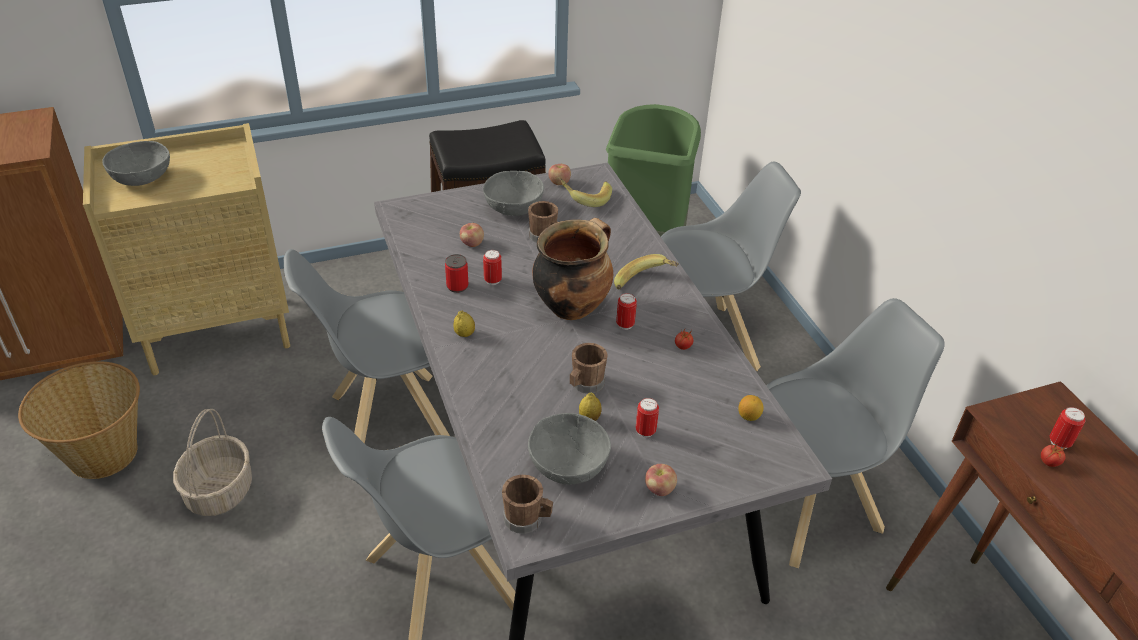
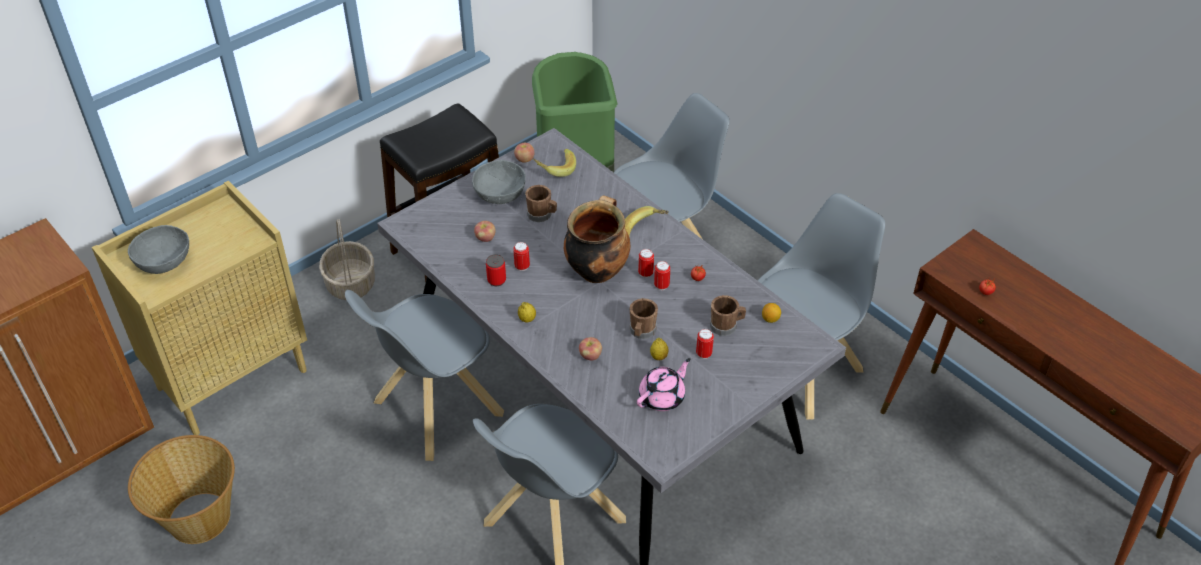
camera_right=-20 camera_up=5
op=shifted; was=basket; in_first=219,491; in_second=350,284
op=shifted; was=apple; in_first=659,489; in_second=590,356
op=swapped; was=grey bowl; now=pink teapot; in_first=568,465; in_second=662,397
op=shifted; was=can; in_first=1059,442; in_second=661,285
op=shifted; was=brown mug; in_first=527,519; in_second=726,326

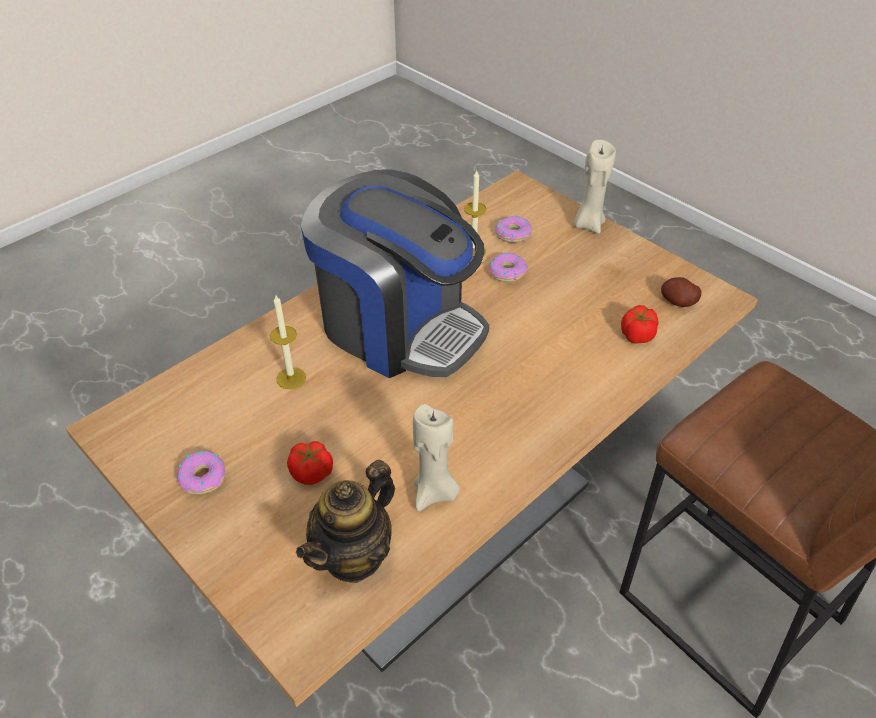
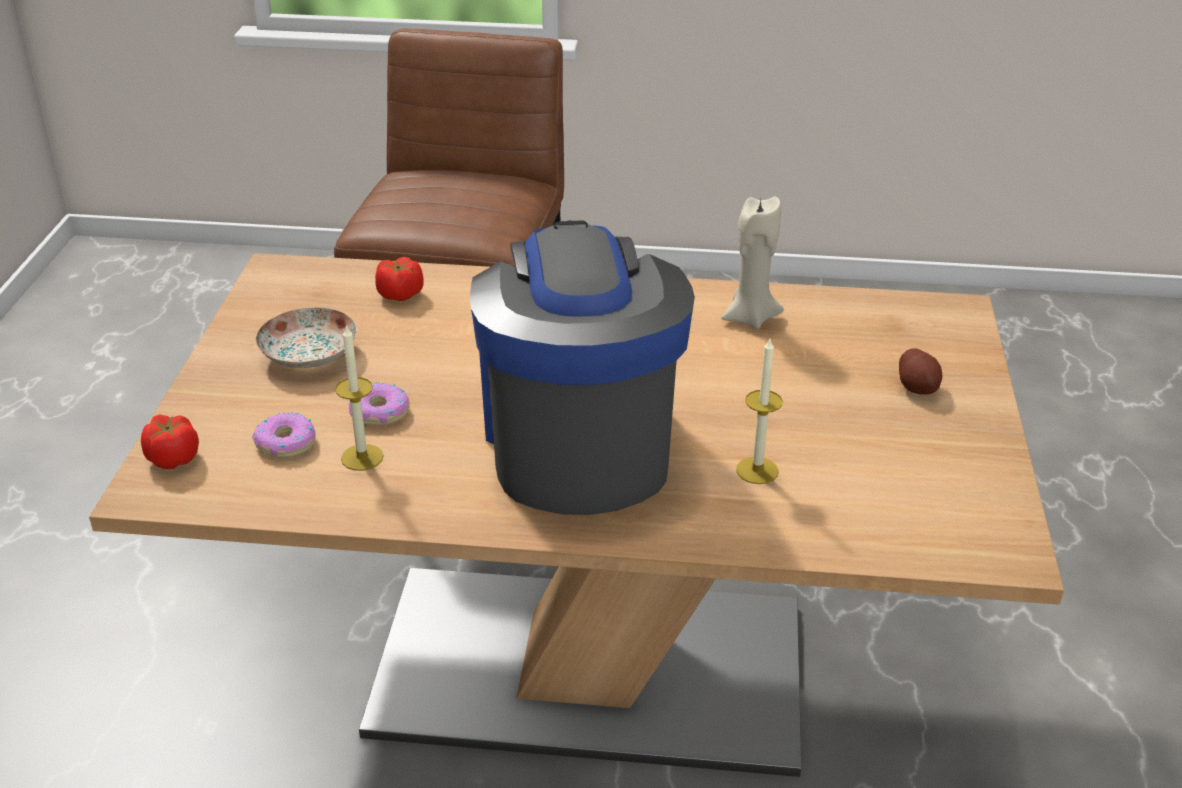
camera_right=-130 camera_up=-10
op=shifted; was=tomato; in_first=312,473; in_second=173,458
op=new; now=plate; in_second=308,354
op=shifted; was=potato; in_first=678,302; in_second=917,387
op=gone; was=donut; in_first=203,477
op=gone; was=teapot; in_first=354,555
op=gone; was=beige candle; in_first=588,224

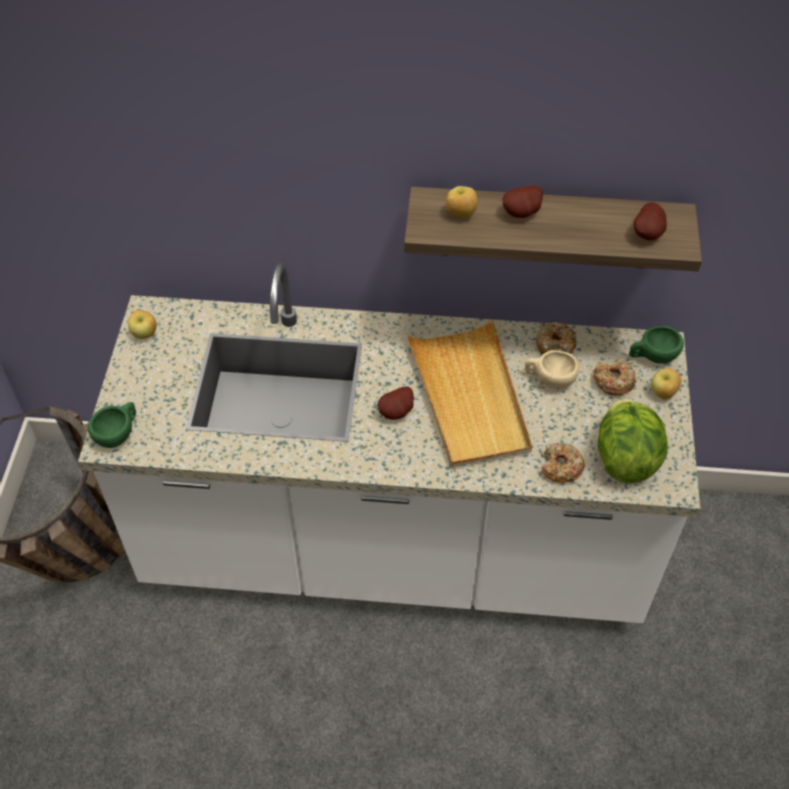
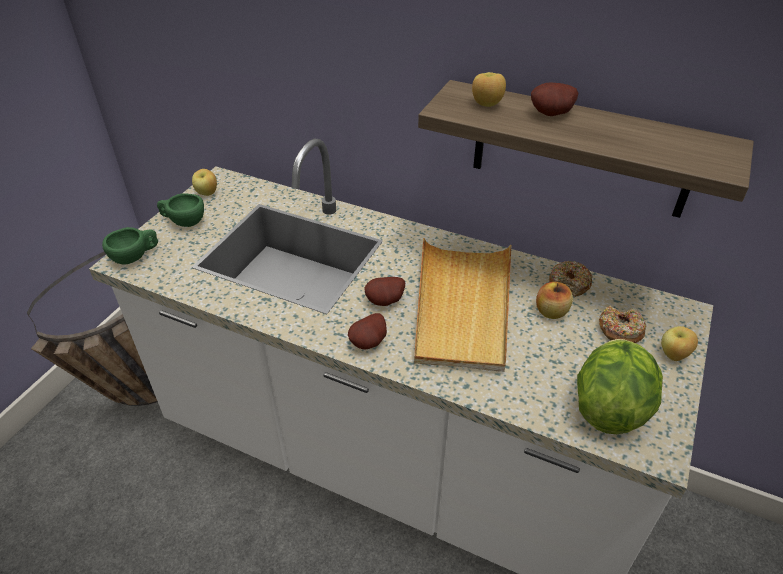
camera_right=20 camera_up=-10
op=shifted; was=green cup; in_first=652,356; in_second=183,221
op=shifted; was=potato; in_first=648,234; in_second=370,343
op=swapped; was=beige cup; now=apple; in_first=549,379; in_second=551,312
op=gone; was=donut; in_first=561,467

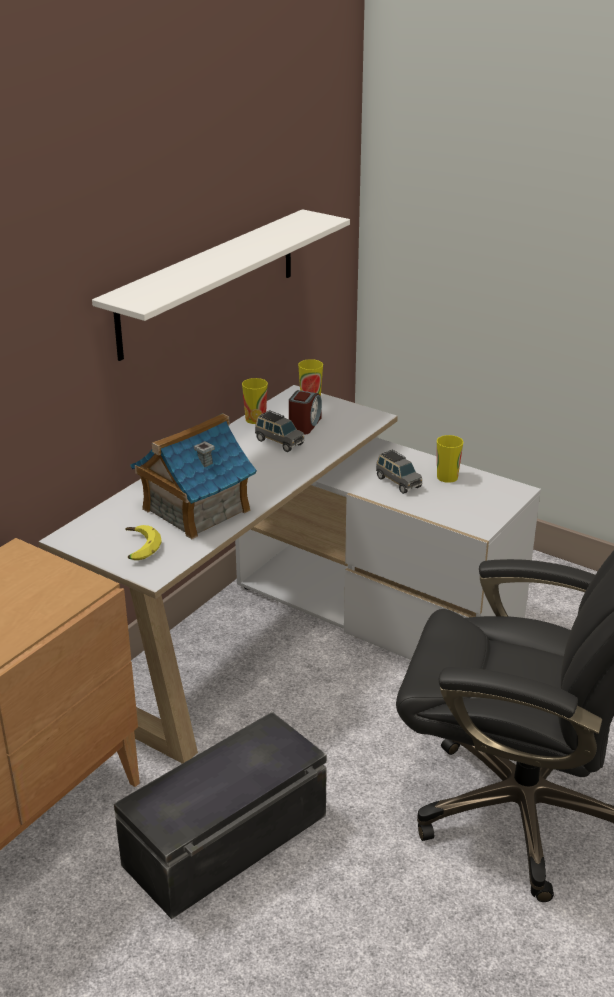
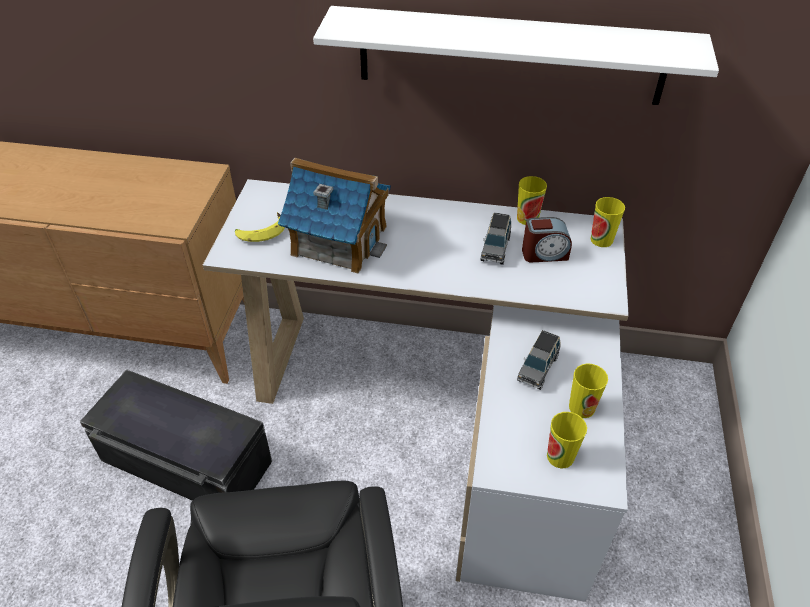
camera_right=65 camera_up=15
op=new; now=cup; in_second=560,456

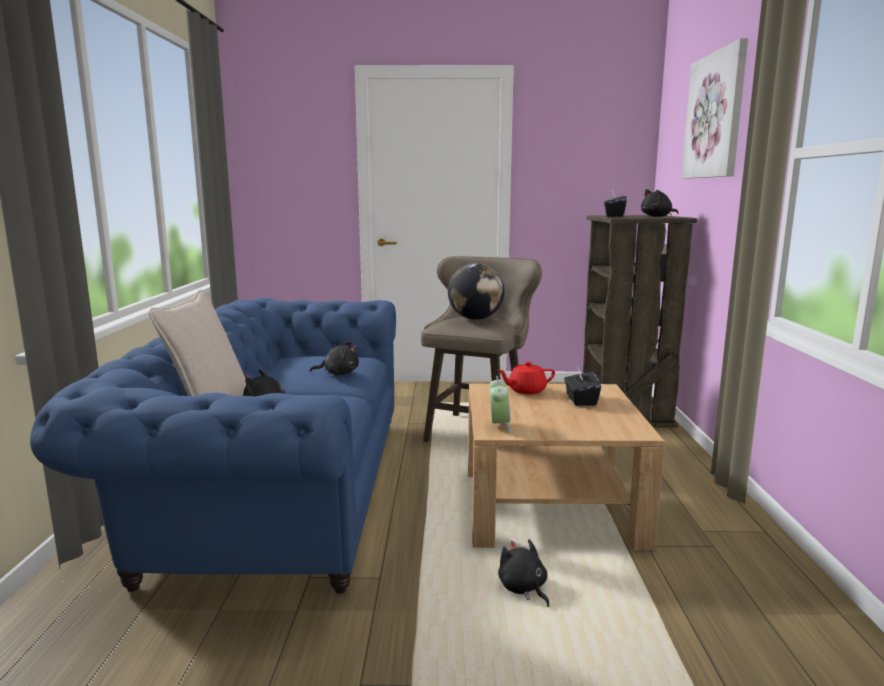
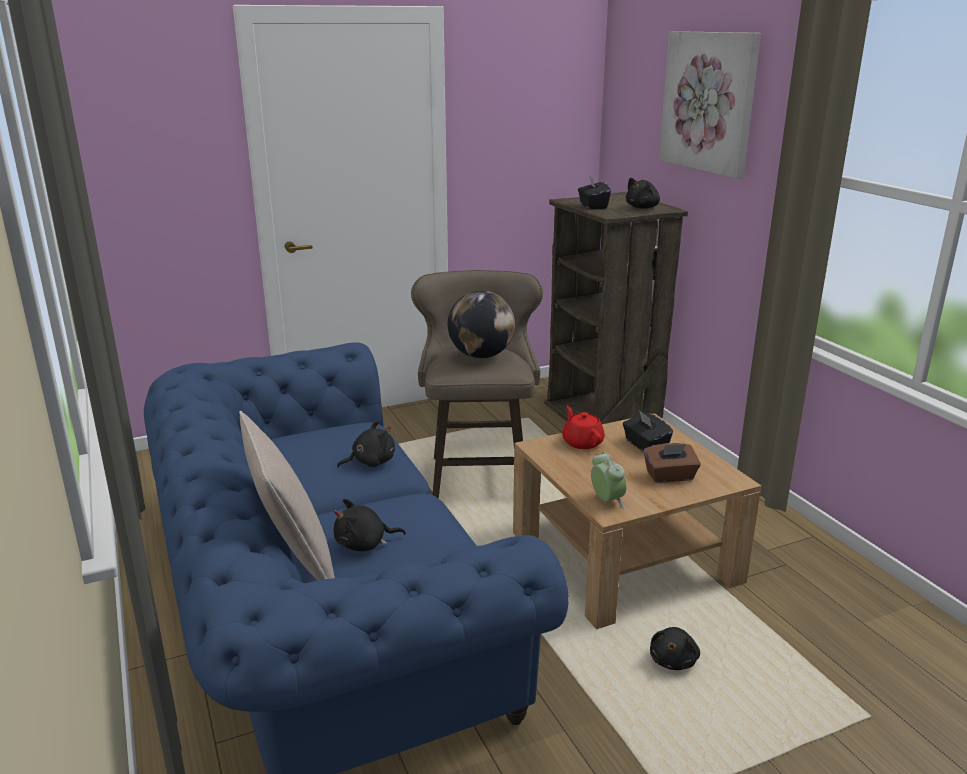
camera_right=-25 camera_up=10
op=rotated; was=red teapot; in_first=526,390; in_second=582,442; clockwise=105
op=new; now=brown tissue box; in_second=670,476
op=rotated; was=black plush toy; in_first=523,588; in_second=673,660; clockwise=-105

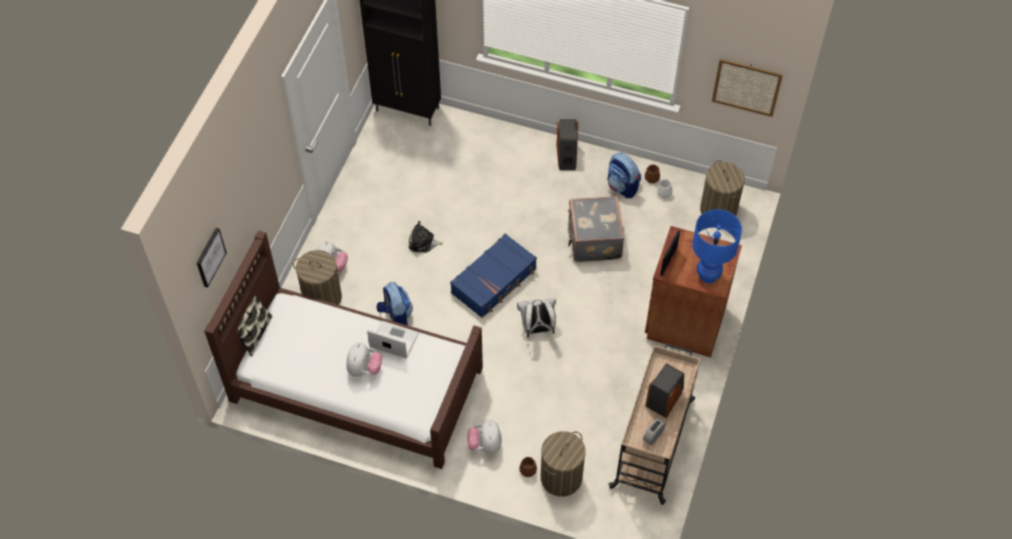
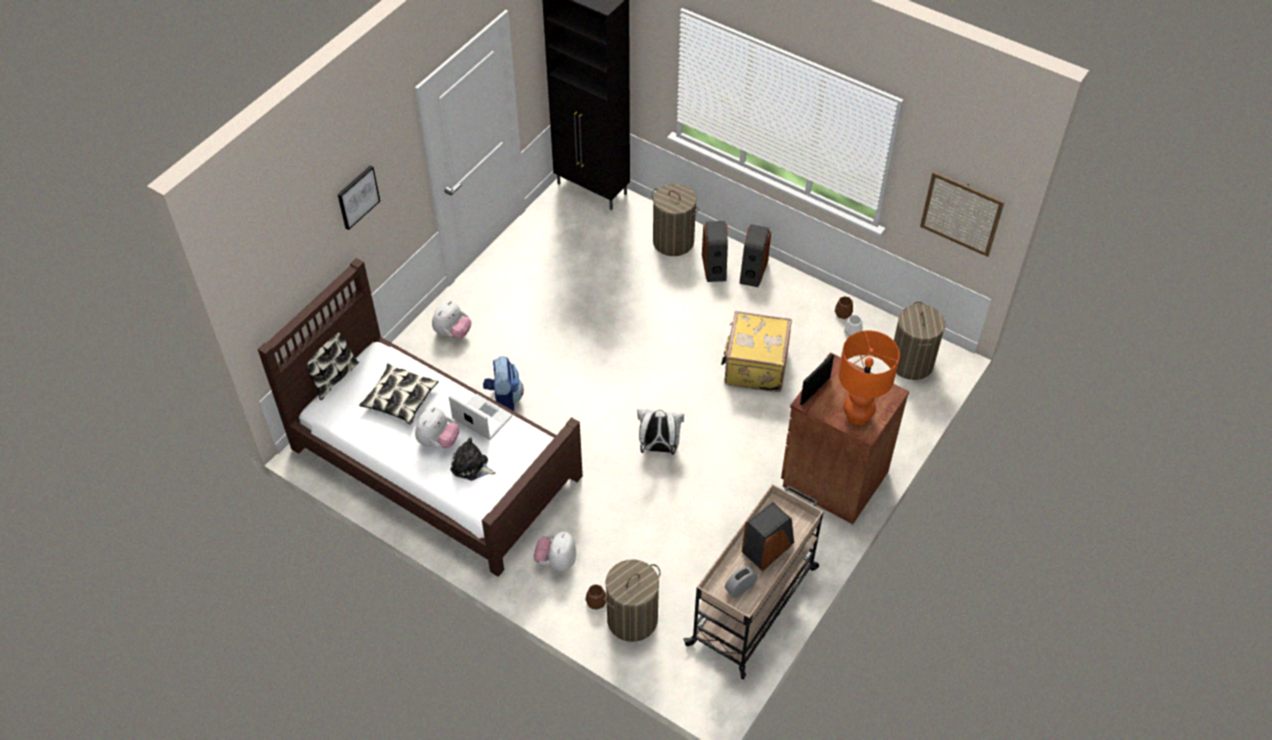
camera_right=15 camera_up=-5
op=shifted; was=picture; in_first=210,257; in_second=357,196
op=new; now=pillow; in_second=400,399
op=shifted; was=plush toy; in_first=423,242; in_second=471,466
op=shifted; was=laundry basket; in_first=322,297; in_second=673,241
op=new; now=speaker; in_second=715,267
op=repainted; was=grey suitcase; now=yellow suitcase; in_first=593,240; in_second=754,366
op=repainted; was=blue table lamp; now=orange table lamp; in_first=708,275; in_second=857,416
op=gone; was=blue suitcase; in_first=494,281
op=gone; was=backpack; in_first=622,187

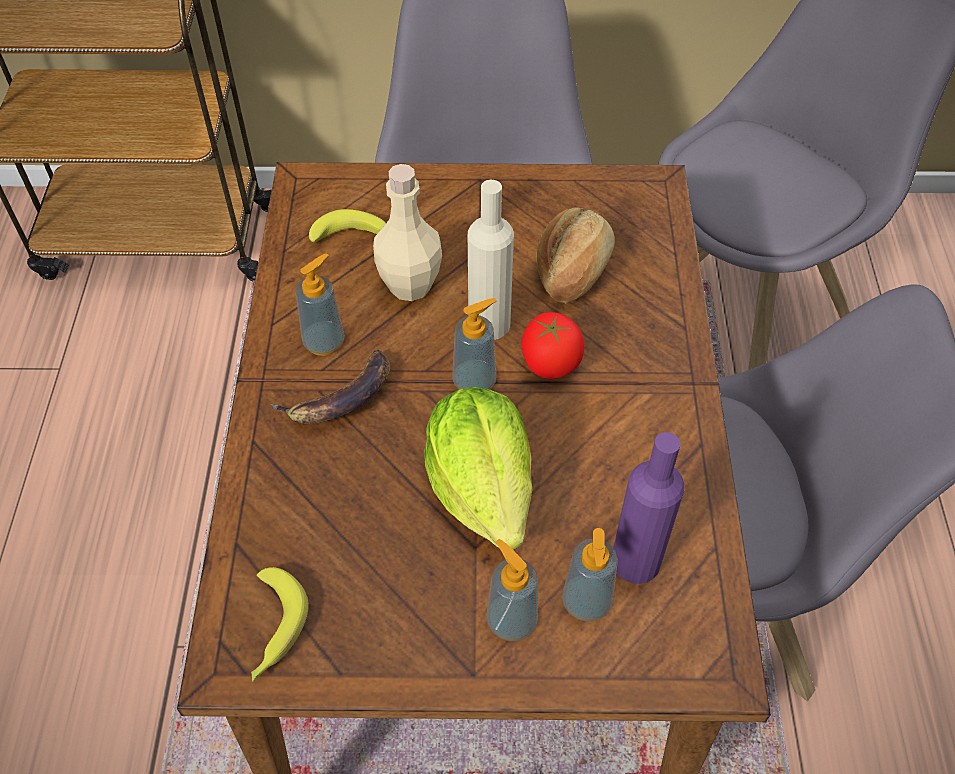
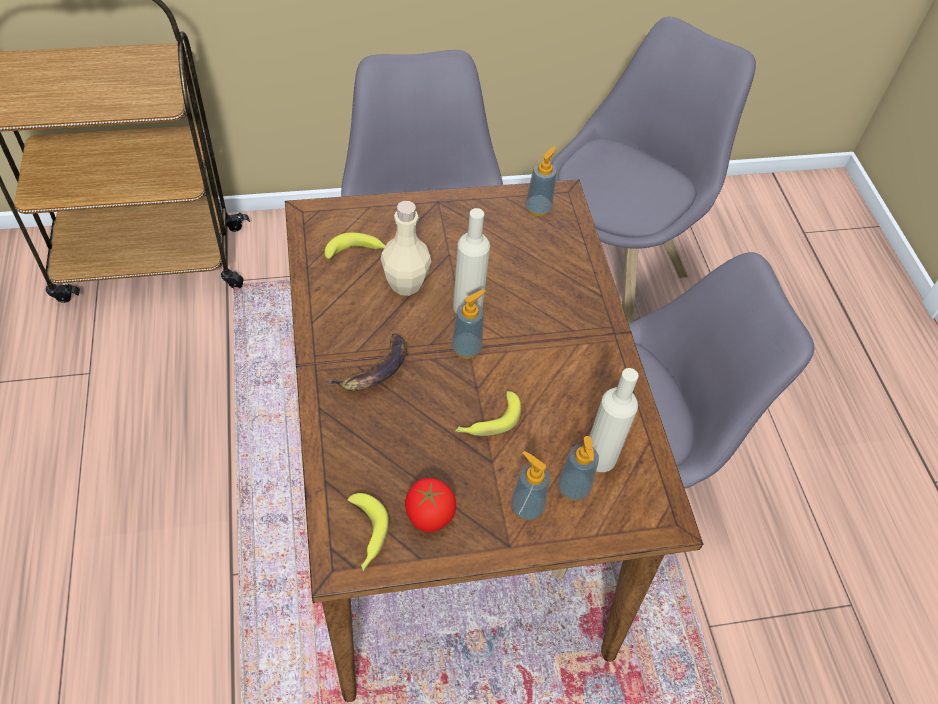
camera_right=-15 camera_up=0
op=shifted; was=tomato; in_first=550,364; in_second=429,515
op=swapped; was=lettuce; now=banana; in_first=482,488; in_second=488,421
op=shifted; was=soap dispenser; in_first=324,342; in_second=538,208
op=repainted; was=purple bottle; now=beige bottle; in_first=635,561; in_second=600,457
op=gone; was=bread; in_first=572,269

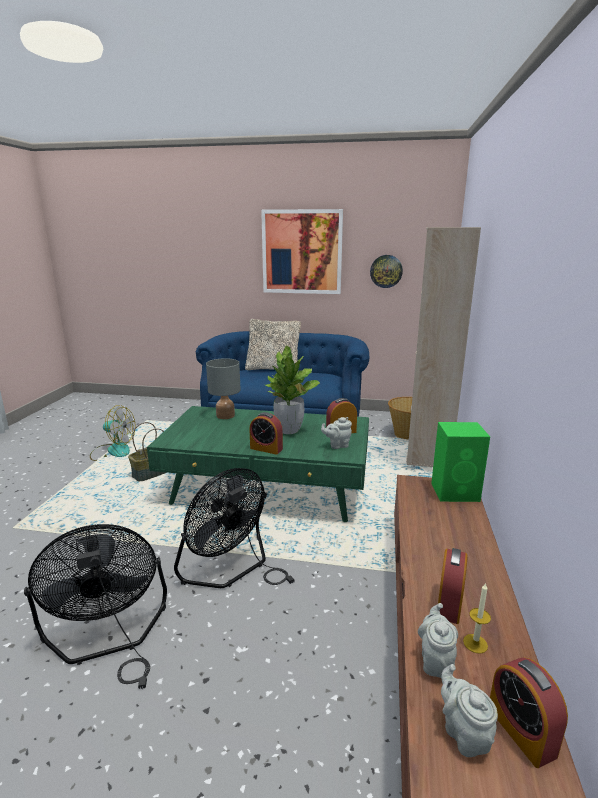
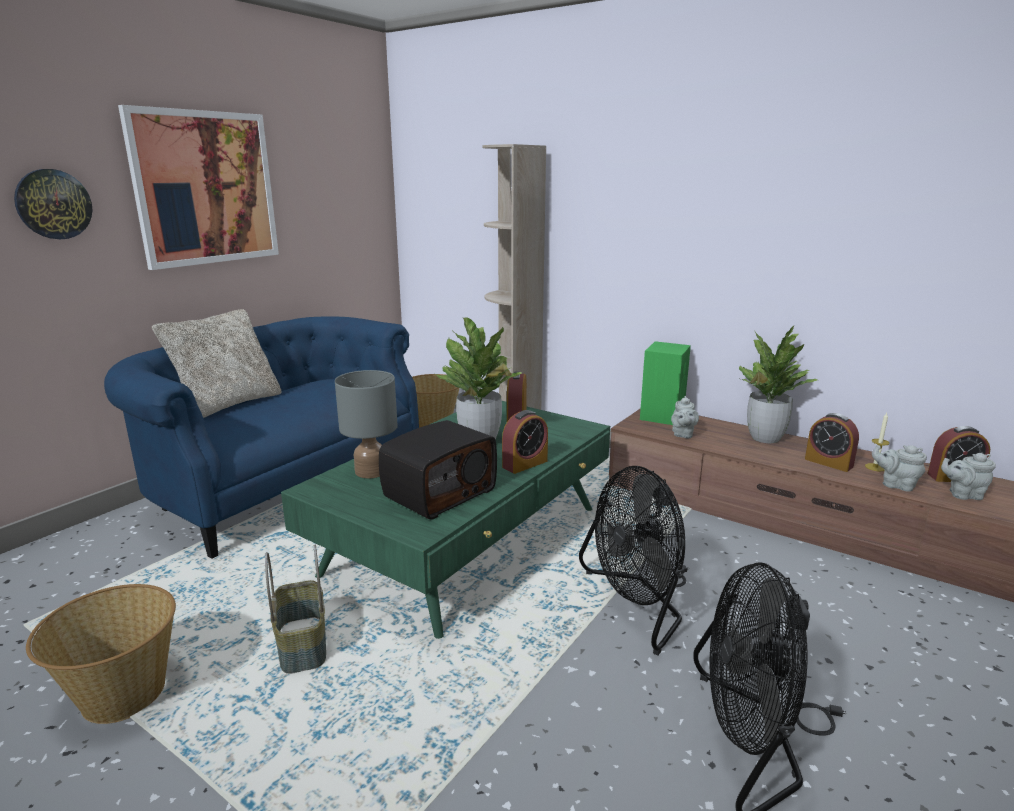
camera_right=-65 camera_up=0
op=shifted; was=wall clock; in_first=386,271; in_second=53,204
op=swapped; was=fan; now=basket; in_first=113,451; in_second=122,695
op=new; now=radio; in_second=439,493
op=shifted; was=grey teapot; in_first=337,445; in_second=682,434
op=new; now=potted plant; in_second=764,438

